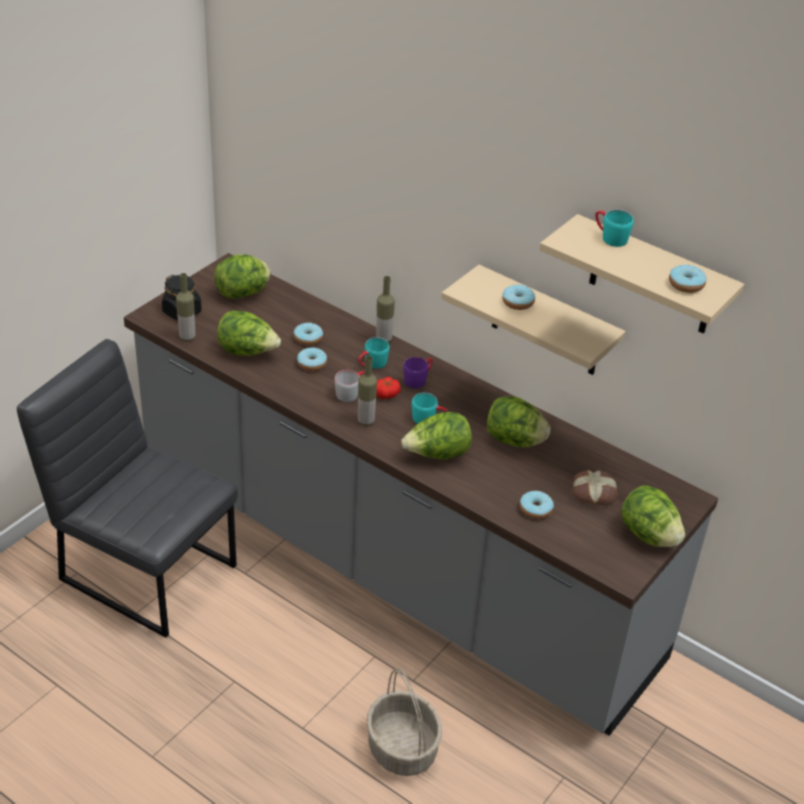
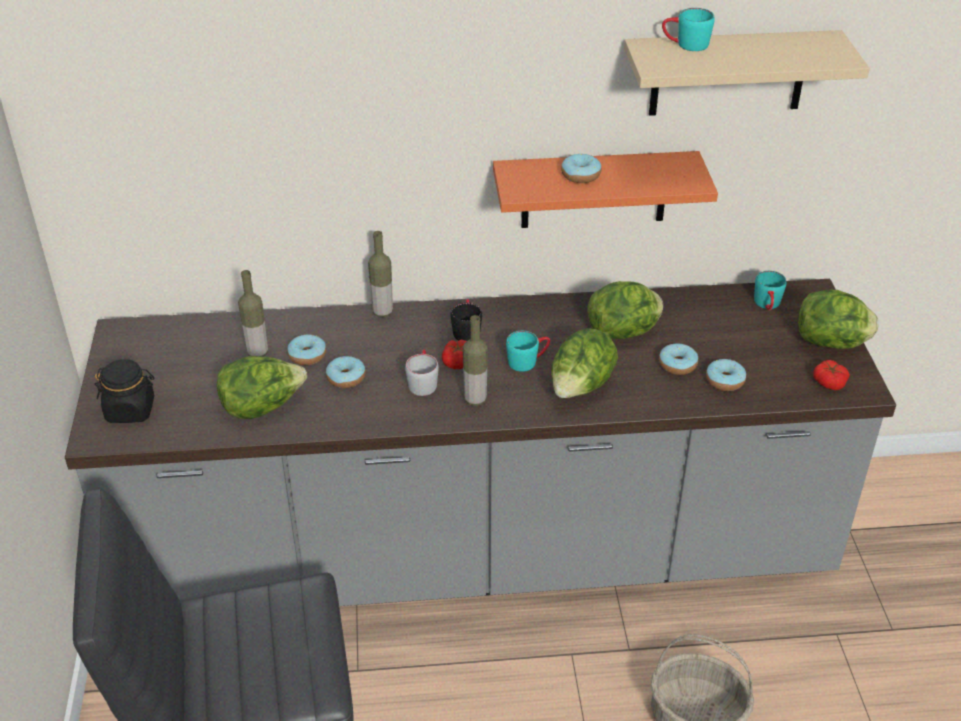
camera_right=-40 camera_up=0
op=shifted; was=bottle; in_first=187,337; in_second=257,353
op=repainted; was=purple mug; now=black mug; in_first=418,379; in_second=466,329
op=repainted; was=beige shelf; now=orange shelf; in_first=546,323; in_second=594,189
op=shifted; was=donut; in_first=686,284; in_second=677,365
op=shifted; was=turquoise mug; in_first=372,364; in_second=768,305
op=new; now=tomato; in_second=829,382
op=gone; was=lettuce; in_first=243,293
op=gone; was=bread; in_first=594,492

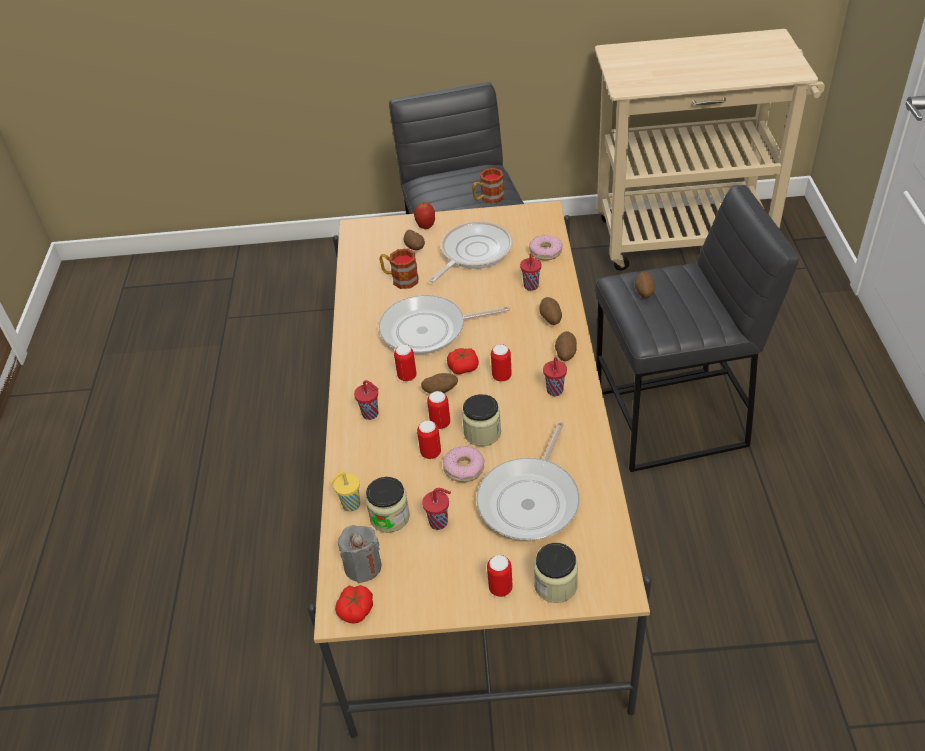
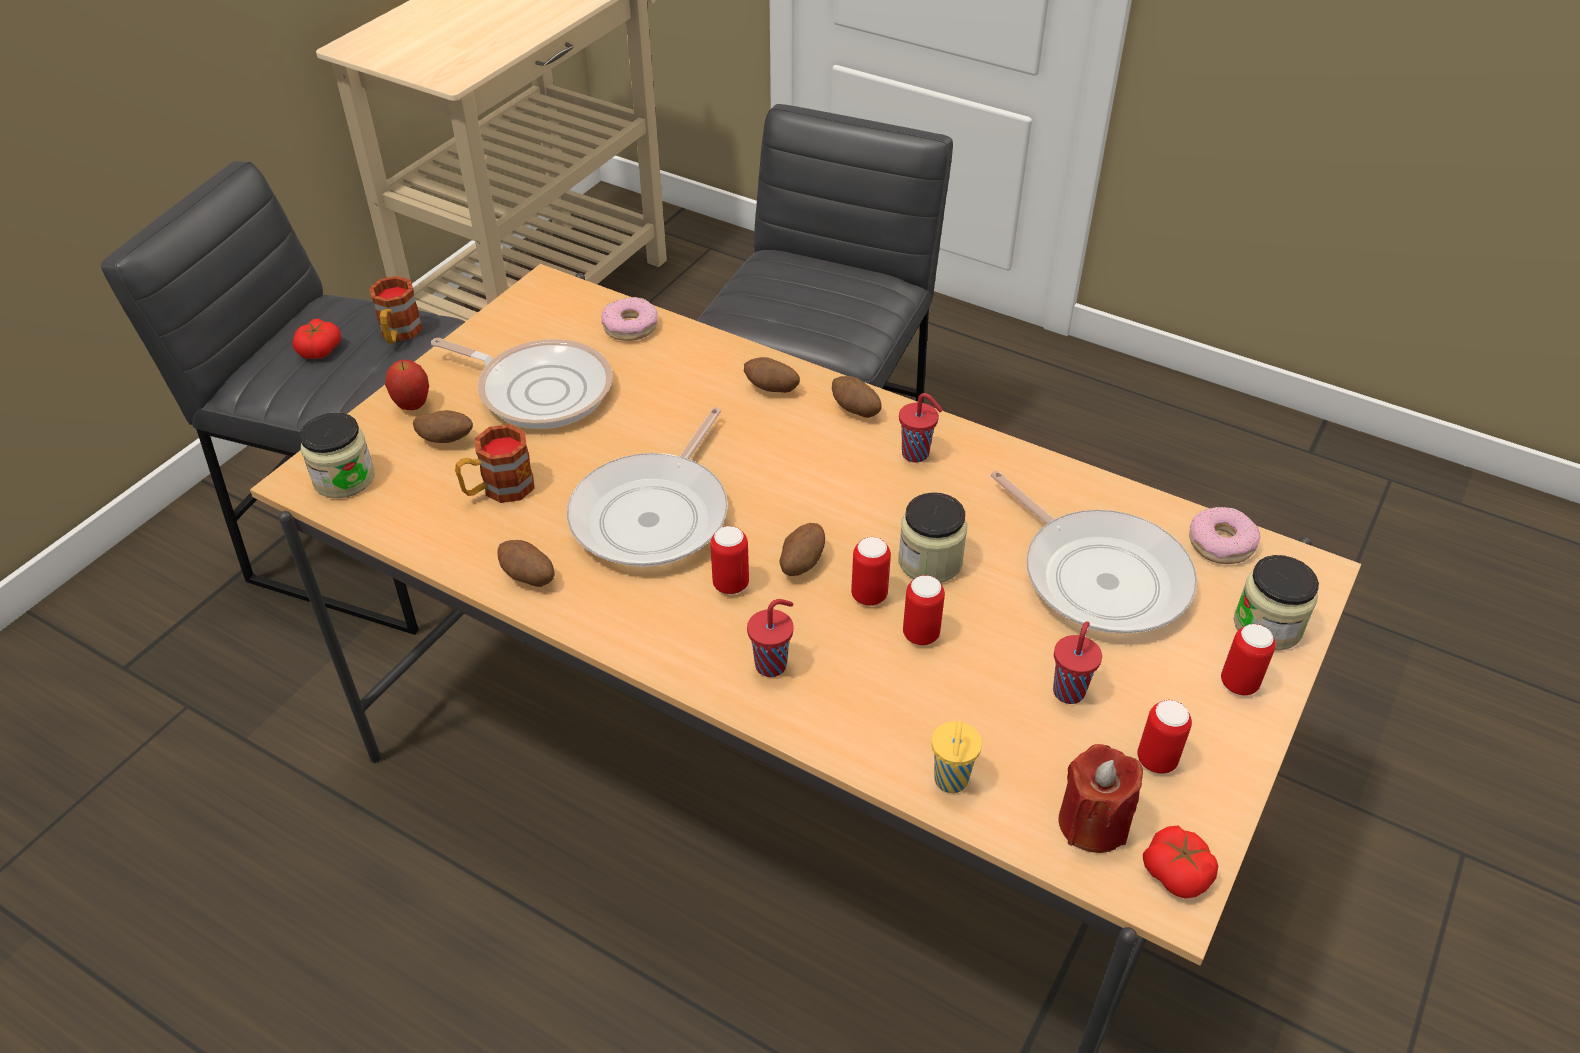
camera_right=-60 camera_up=0
op=shifted; was=tomato; in_first=463,367; in_second=319,350
op=shifted; was=jar; in_first=390,517; in_second=344,478
op=rotated; was=frying pan; in_first=473,252; in_second=539,389; clockwise=135
op=shifted; was=potato; in_first=644,292; in_second=528,577
op=repainted; was=grey candle; now=red candle; in_first=363,566; in_second=1093,823
op=shifted; was=can; in_first=501,376; in_second=1156,760
op=shifted; was=donut; in_first=464,468; in_second=1221,543
op=gone; was=red cup; in_first=531,287

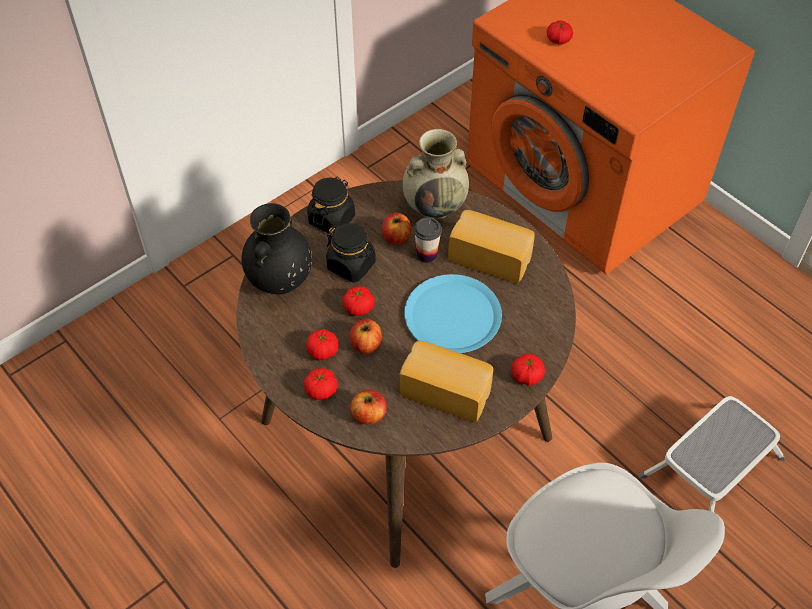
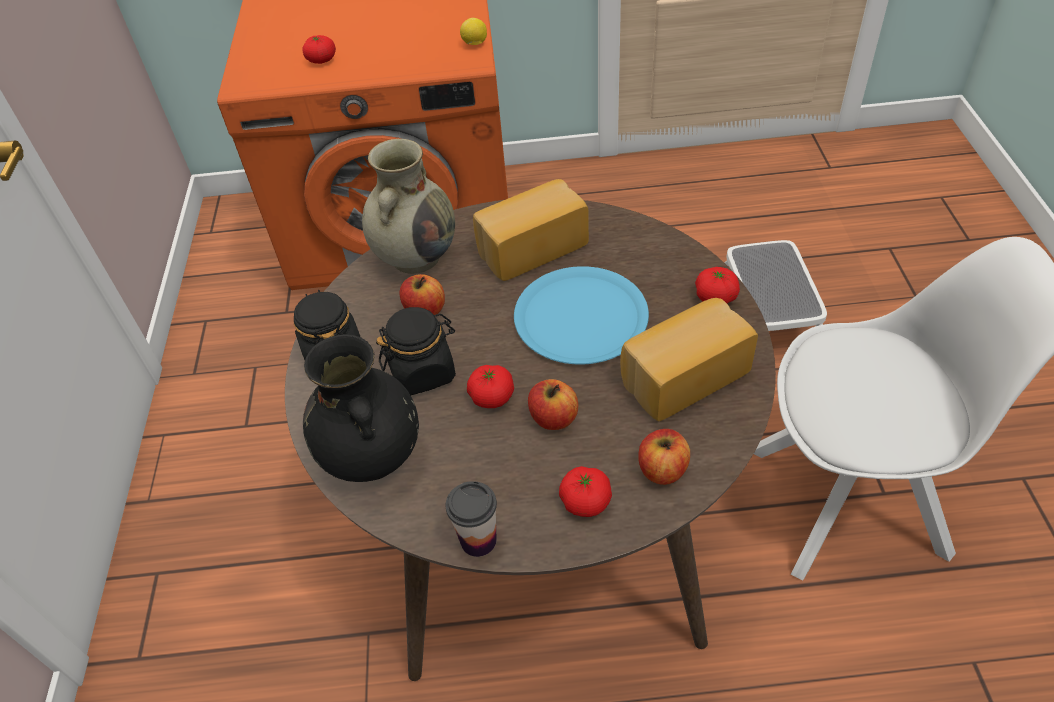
camera_right=-50 camera_up=-5
op=shifted; was=cup; in_first=427,254; in_second=478,540
op=new; now=lemon; in_second=474,44
op=gone; was=tomato; in_first=323,351

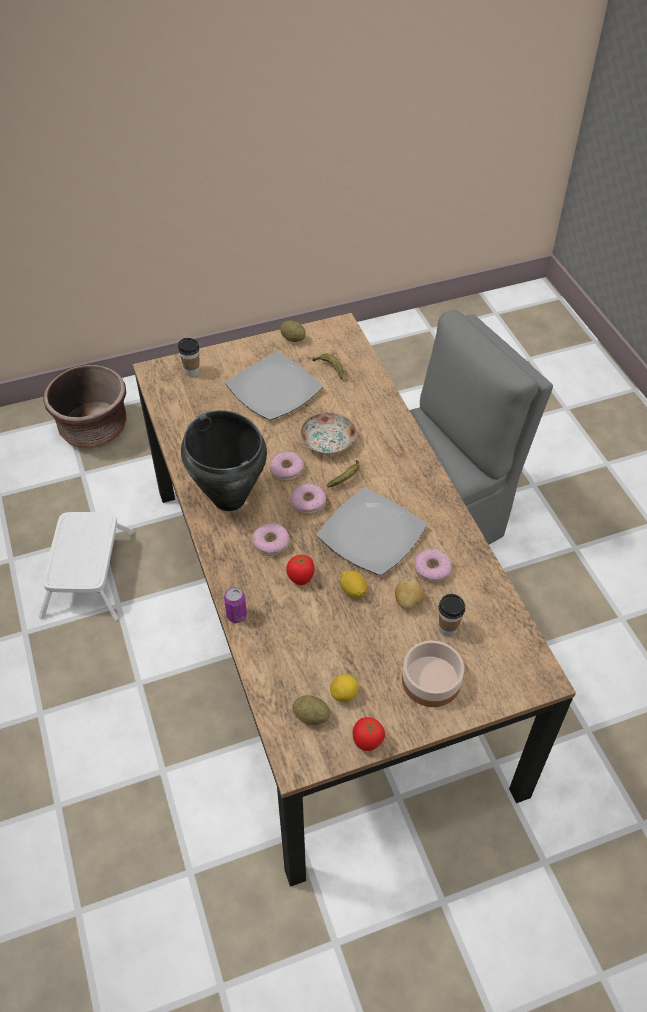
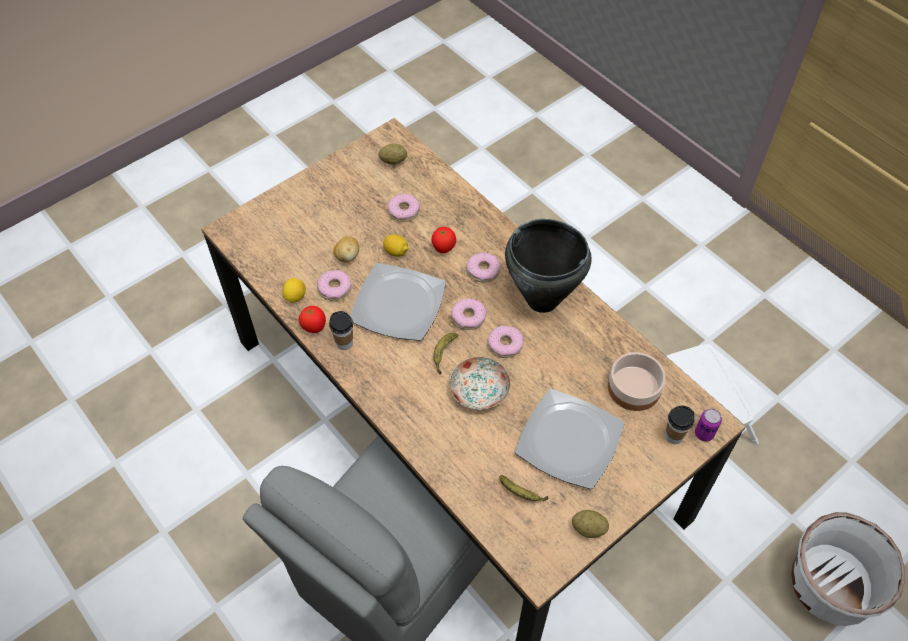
camera_right=160 camera_up=5
op=shifted; was=lemon; in_first=344,694; in_second=295,296
op=shifted; was=tomato; in_first=367,742; in_second=314,327
op=shifted; was=cup; in_first=447,629; in_second=344,343
op=new; now=donut; in_second=403,211
op=shifted; was=bowl; in_first=430,681; in_second=634,387
op=shifted; was=can; in_first=236,615; in_second=704,433
op=repainted; was=brown planter; now=white planter; in_first=94,429; in_second=830,585

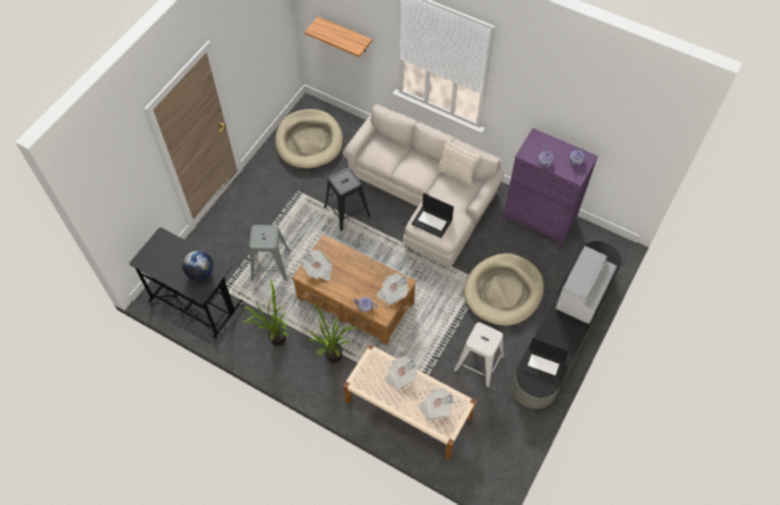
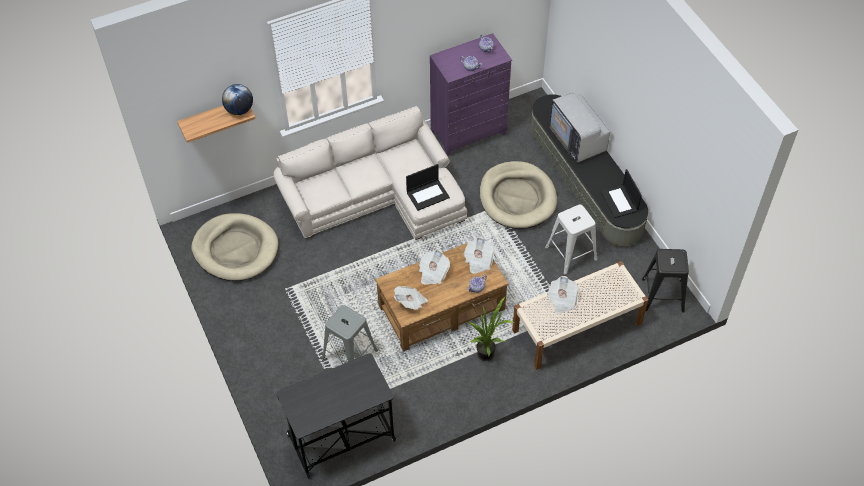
camera_right=-55 camera_up=-5
op=shifted; was=globe; in_first=200,273; in_second=239,110
op=shifted; was=newspaper; in_first=435,407; in_second=433,273
op=rotated; was=laptop; in_first=543,365; in_second=619,201; clockwise=105
op=shifted; was=black stool; in_first=347,211; in_second=663,295
op=gone; was=potted plant; in_first=274,340
op=gone; was=beige pillow; in_first=456,174

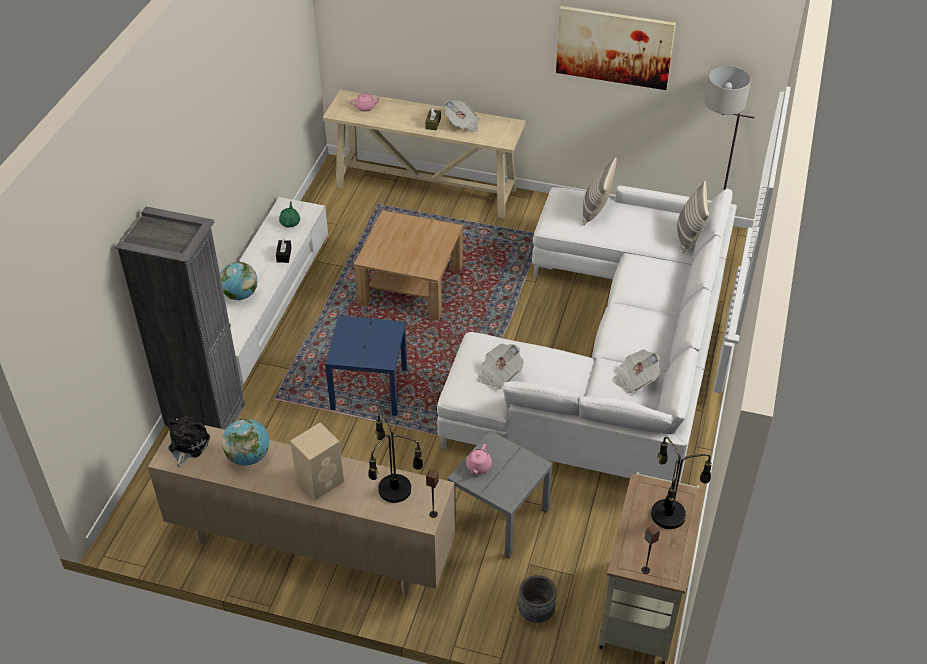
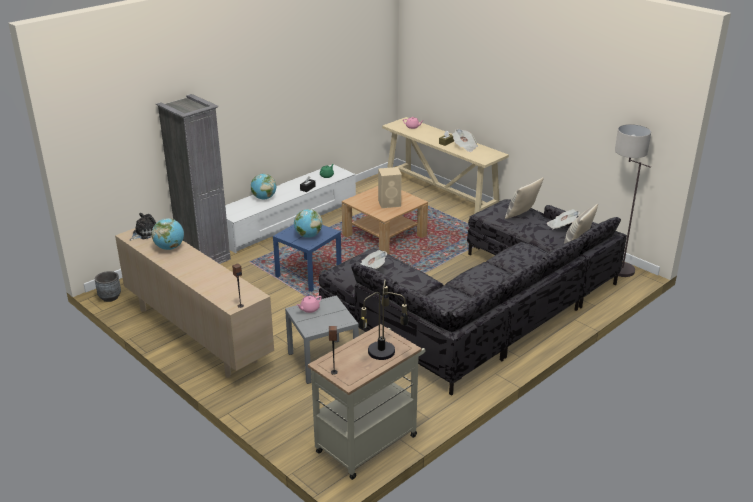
camera_right=30 camera_up=-15
op=shifted; was=grey planter; in_first=536,611; in_second=110,297
op=new; now=globe; in_second=308,236
op=repainted; was=white sofa; now=black sofa; in_first=612,355; in_second=483,307
op=shifted; was=beige speaker; in_first=321,481; in_second=390,203
op=shifted; was=newspaper; in_first=635,379; in_second=561,226
op=gone; was=table lamp; in_first=394,489
op=gone; was=picture; in_first=614,47

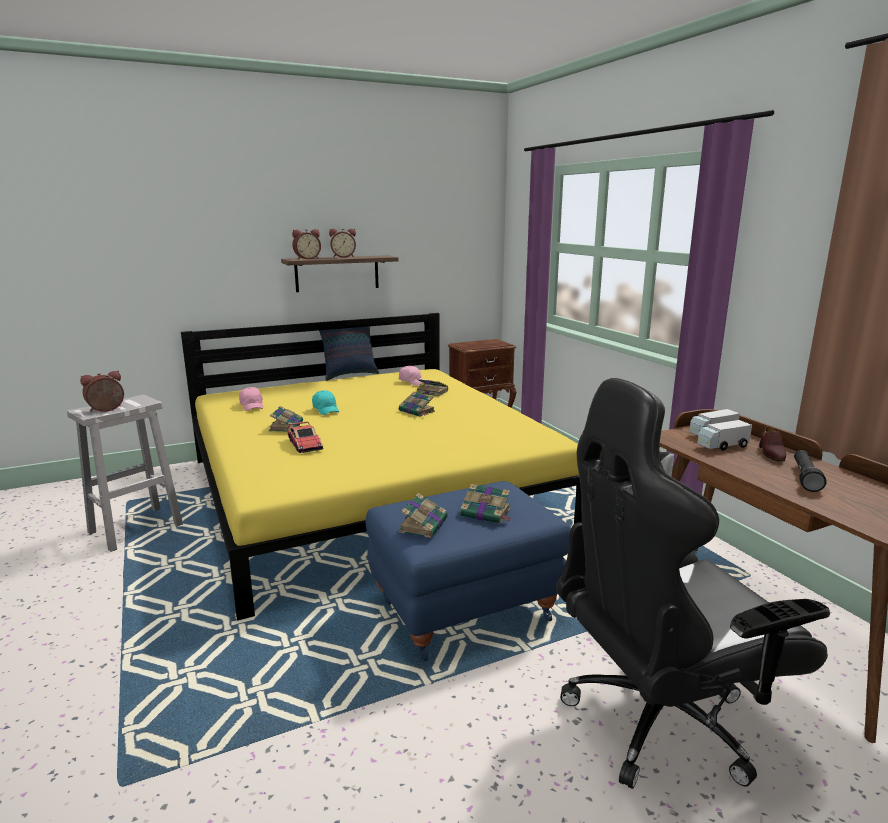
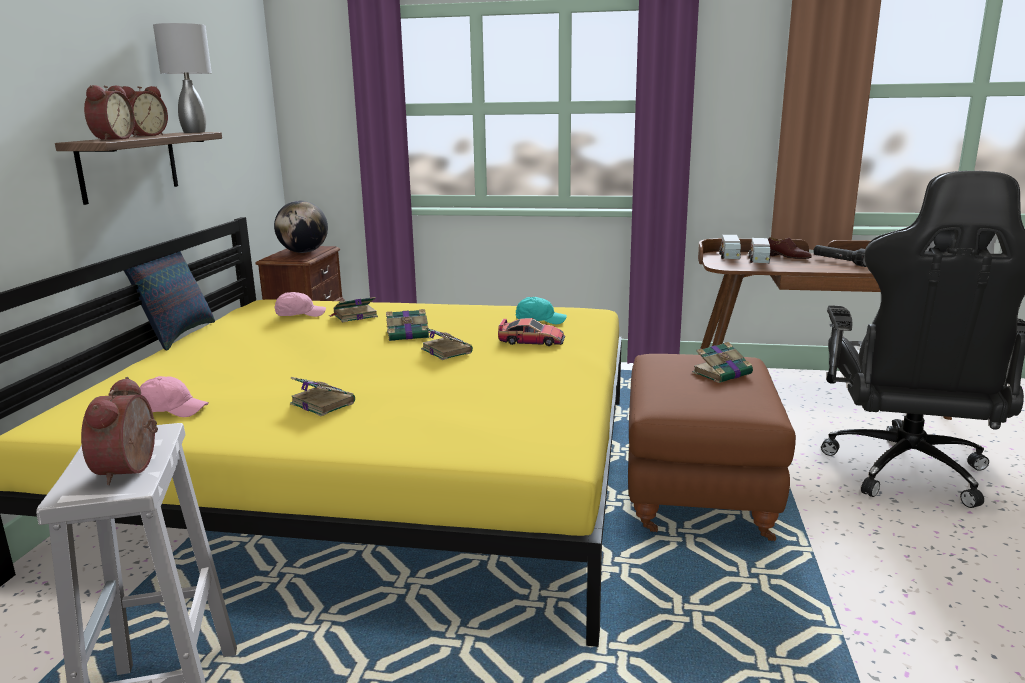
camera_right=-55 camera_up=0
op=new; now=grey table lamp; in_second=195,132
op=new; now=globe; in_second=303,252
op=shifted; was=book; in_first=423,524; in_second=446,351
op=shifted; was=toy car; in_first=305,444; in_second=532,341
op=shifted; was=turquoise cap; in_first=326,409; in_second=540,321
op=repainted; was=blue ottoman; now=brown ottoman; in_first=465,607; in_second=695,493

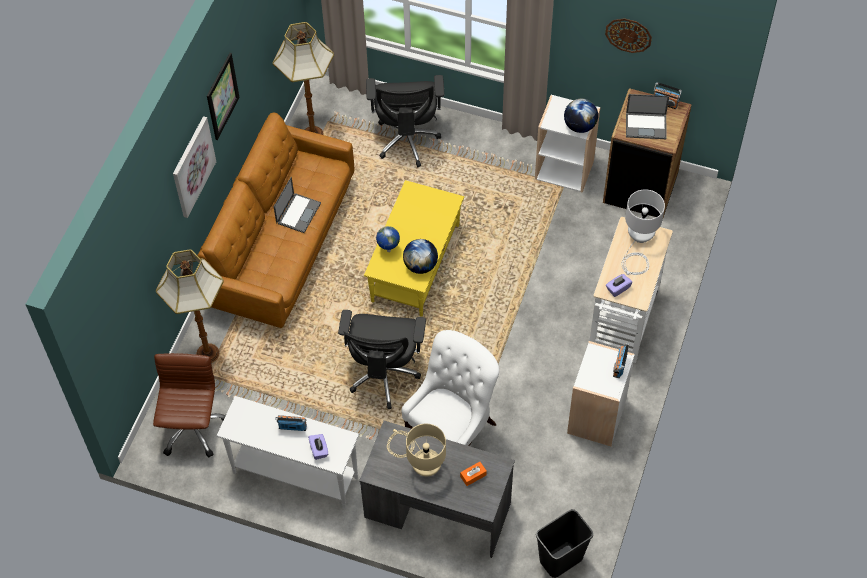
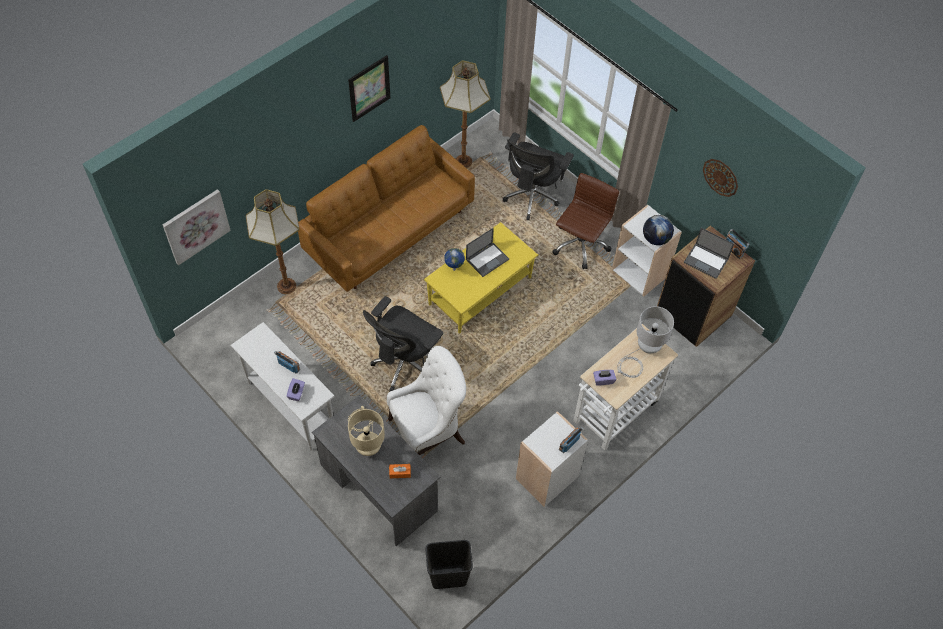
camera_right=25 camera_up=0
op=shifted; was=picture; in_first=192,166; in_second=196,226
op=shifted; was=laptop; in_first=298,212; in_second=487,259
op=shifted; was=brown office chair; in_first=192,427; in_second=580,244
op=gone; was=globe; in_first=420,265

